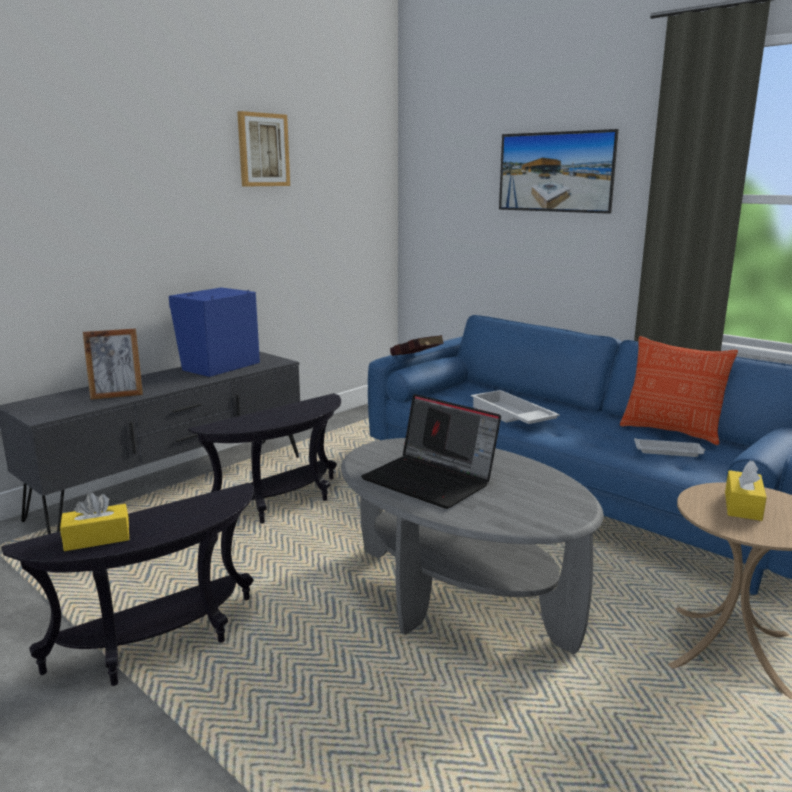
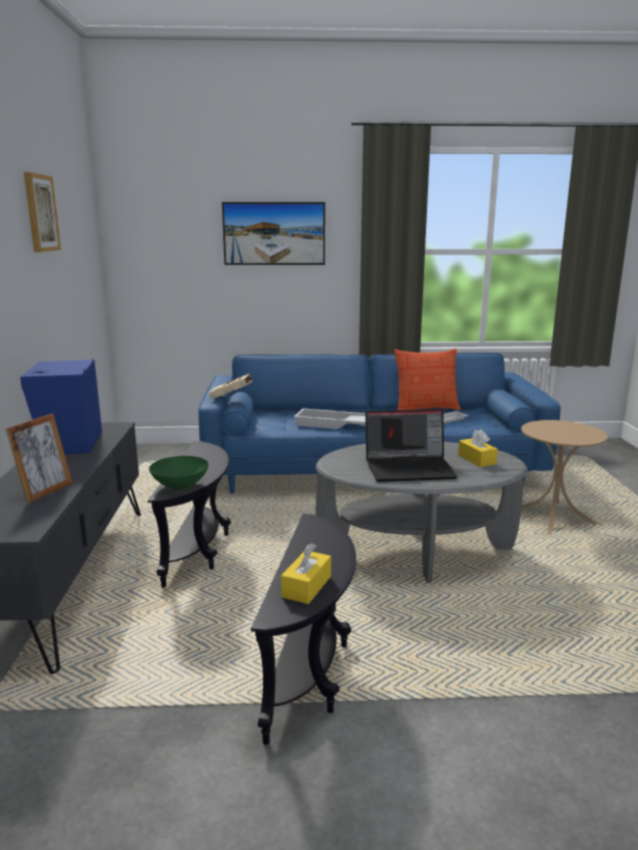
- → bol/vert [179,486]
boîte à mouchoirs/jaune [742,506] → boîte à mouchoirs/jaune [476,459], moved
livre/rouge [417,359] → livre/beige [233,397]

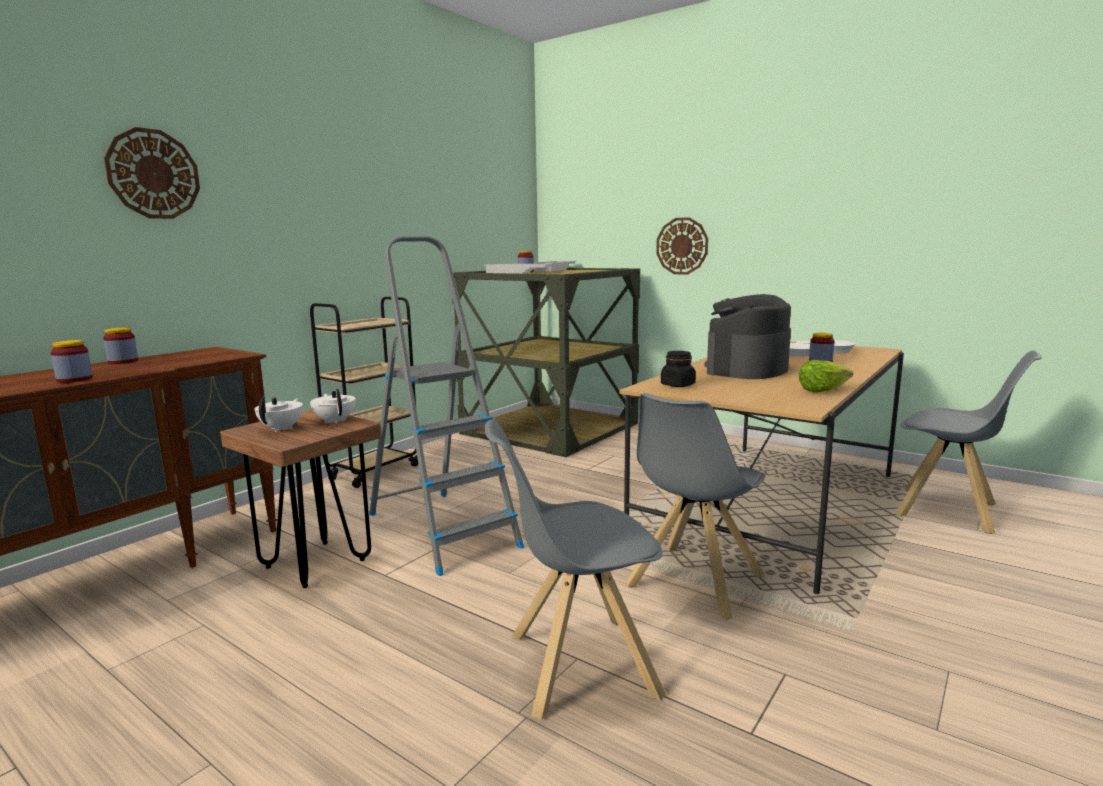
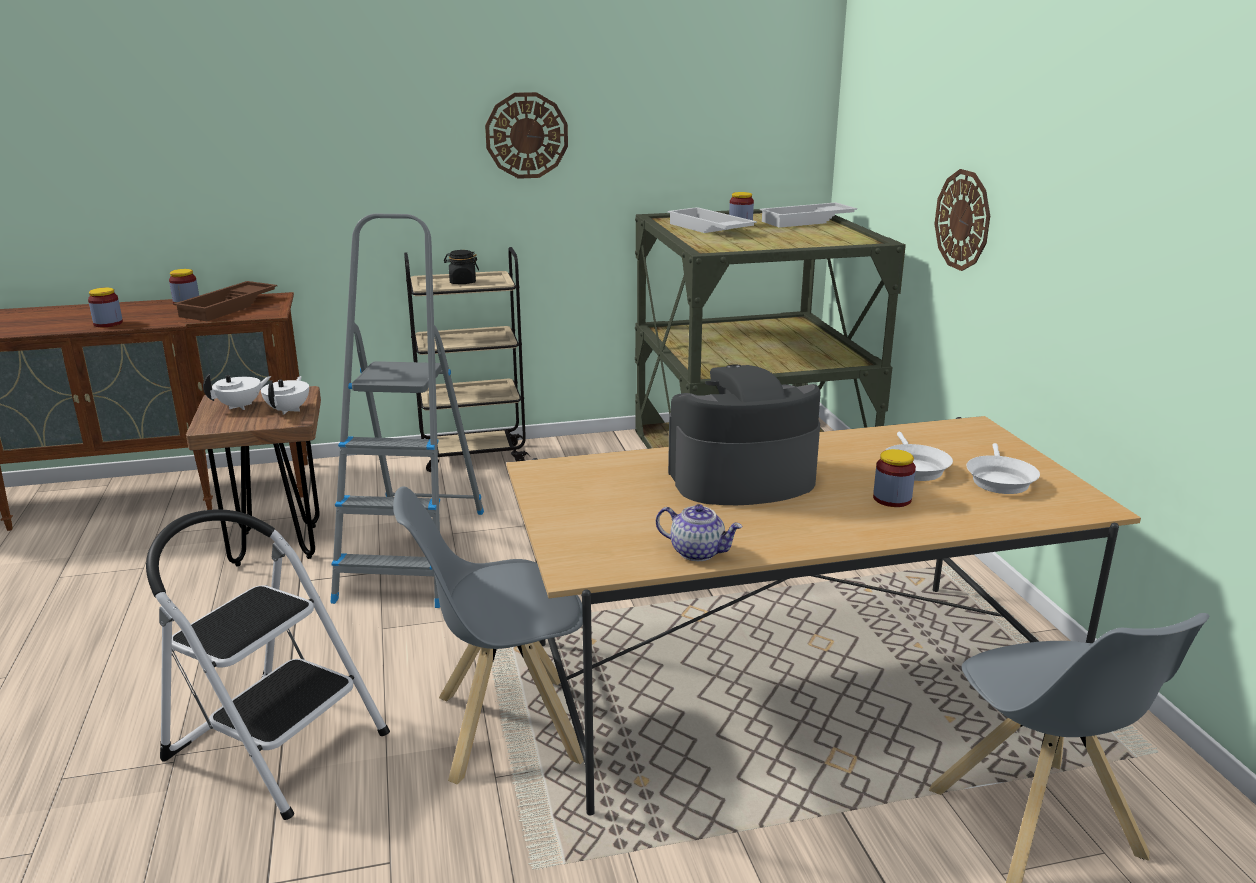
- → plateau/marron [229,307]
horloge murale [153,174] → horloge murale [526,135], moved
bocal/noir [677,385] → bocal/noir [462,282], moved
chaise/gris [577,664] → escabeau [272,744]
laitue [822,390] → théière [698,552]

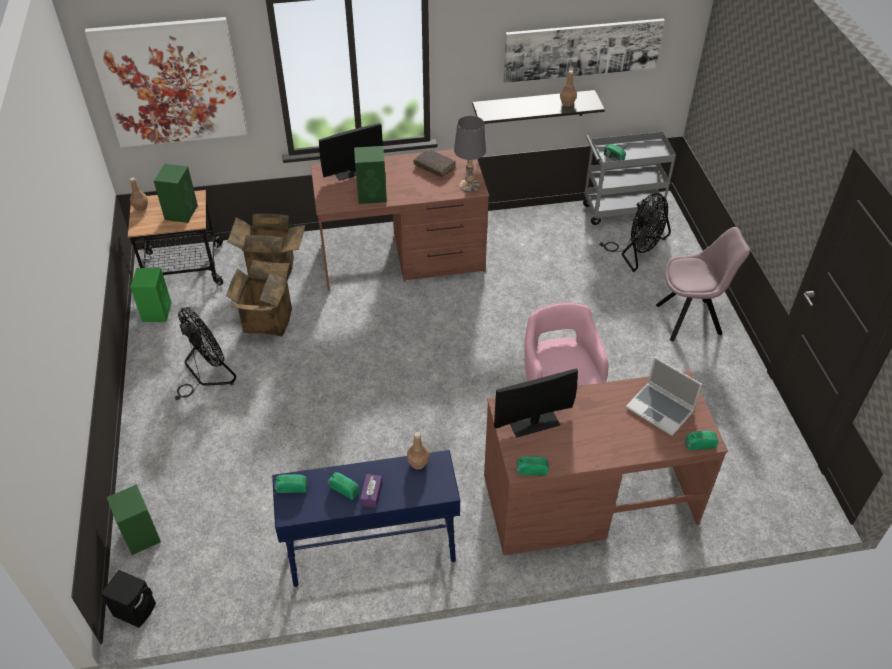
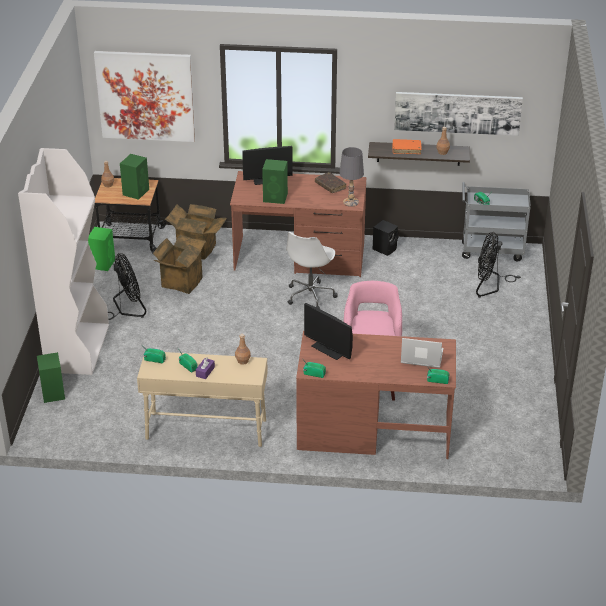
chaise/rose [689,320] → -
- → bibliothèque/blanc [77,348]
- → chaise de bureau/blanc [310,297]
- → livre/orange [406,149]
enceinte/noir [136,609] → enceinte/noir [385,248], moved
table console/bleu [372,549] → table console/beige [206,429]
écran d'ordinateur [534,423] → écran d'ordinateur [328,349], 135 degrees counterclockwise
ventilateur/noir [636,251] → ventilateur/noir [490,282], 135 degrees clockwise
ordinateur portable [660,410] → ordinateur portable [421,357], 135 degrees clockwise

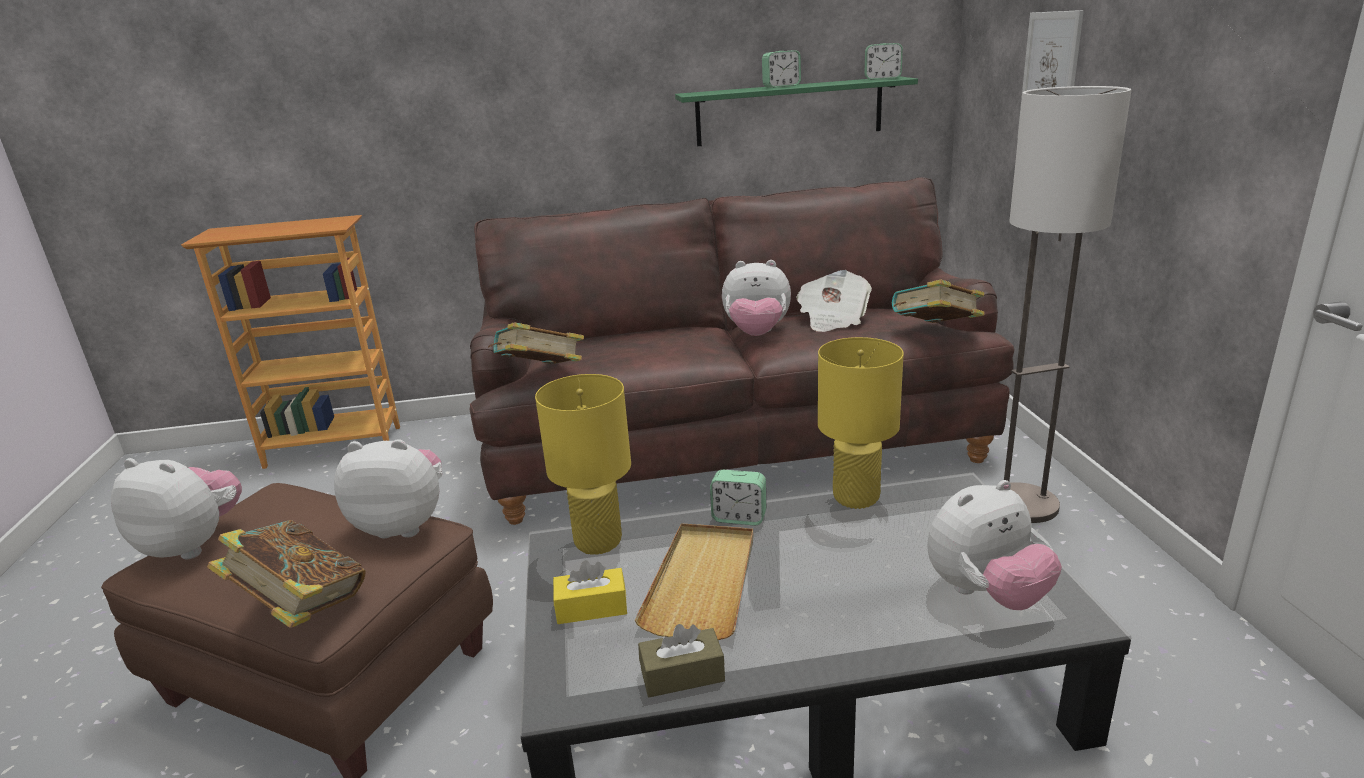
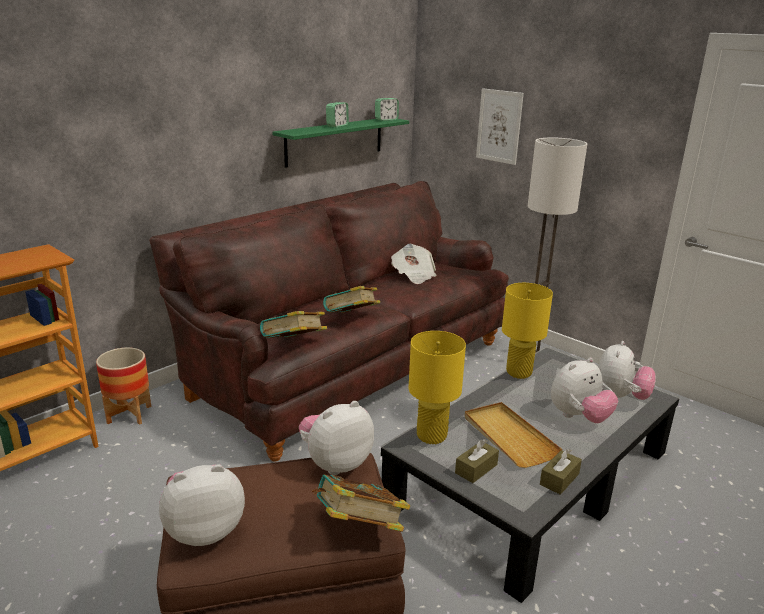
réveil [739,517] → -
- → cache-pot [129,414]
peluche [757,334] → peluche [579,417], moved
livre [935,332] → livre [351,319], moved
boîte à mouchoirs/jaune [591,607] → boîte à mouchoirs/marron [476,469]

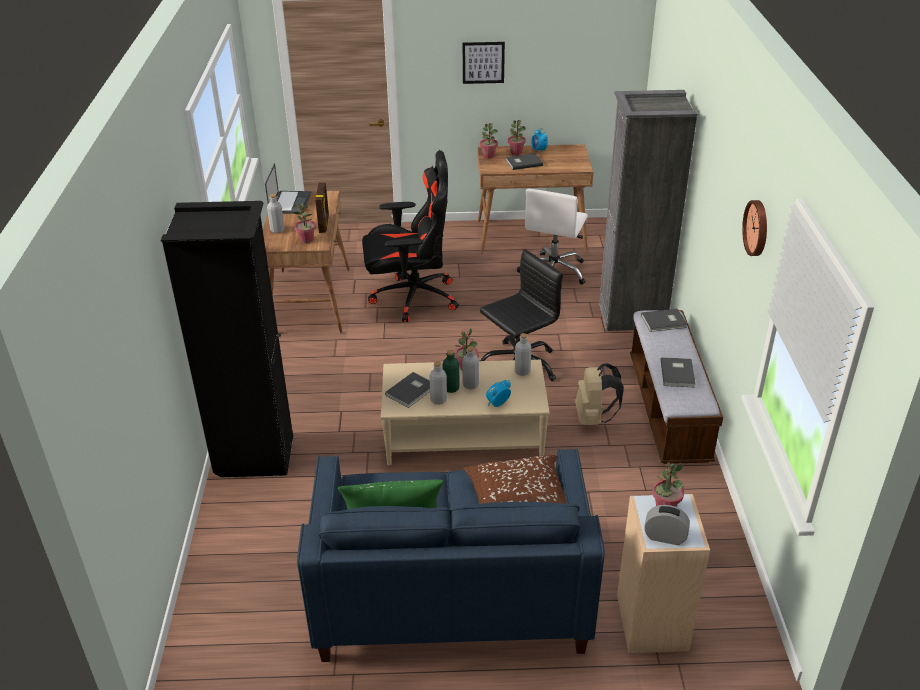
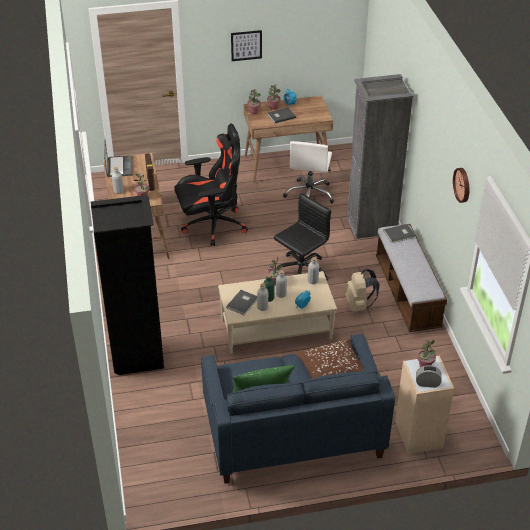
livre/gris [678,373] → -

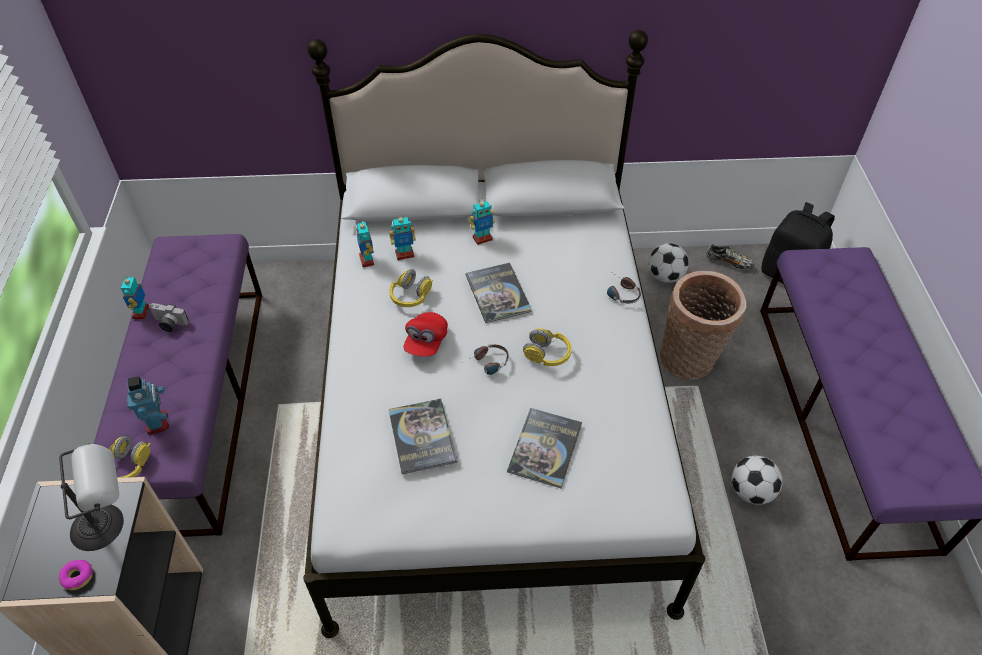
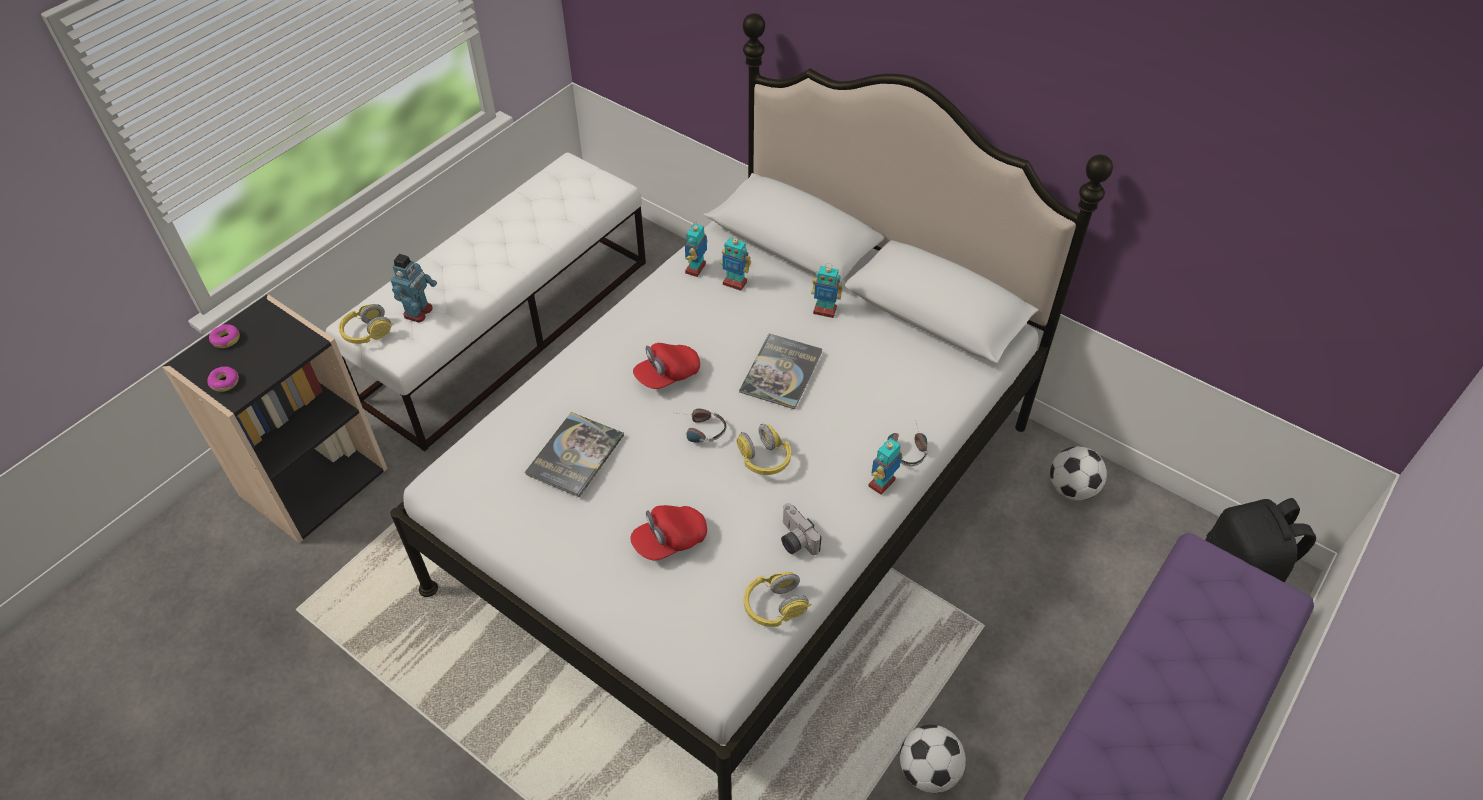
lampe de table [108,521] → -
panier [690,360] → -
chaussure [728,262] → -
- → beignet [226,339]
robot jouet [141,312] → robot jouet [882,484], moved
appareil photo [169,324] → appareil photo [794,540], moved
casque audio/jaune [411,296] → casque audio/jaune [775,607], moved
livre [545,448] → casquette/rouge [670,541]
banc/violet [199,402] → banc/blanc [509,328]

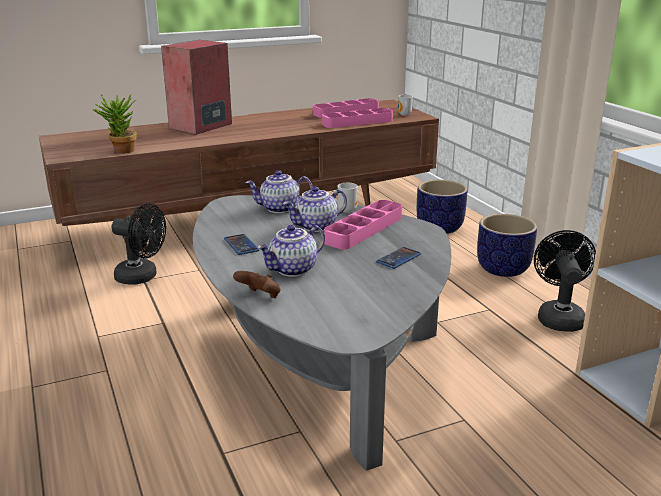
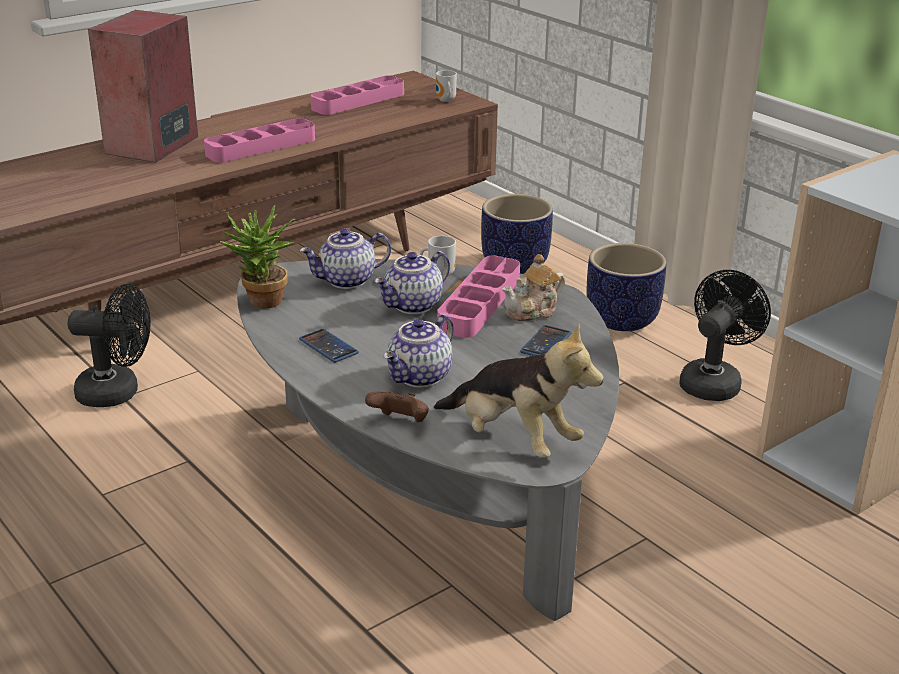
- → peluche [513,439]
- → théière [533,311]
plante en pot [121,151] → plante en pot [261,304], moved
plateau/rose [357,122] → plateau/rose [261,147], moved
ventilateur/noir [559,316] → ventilateur/noir [714,381], 45 degrees clockwise

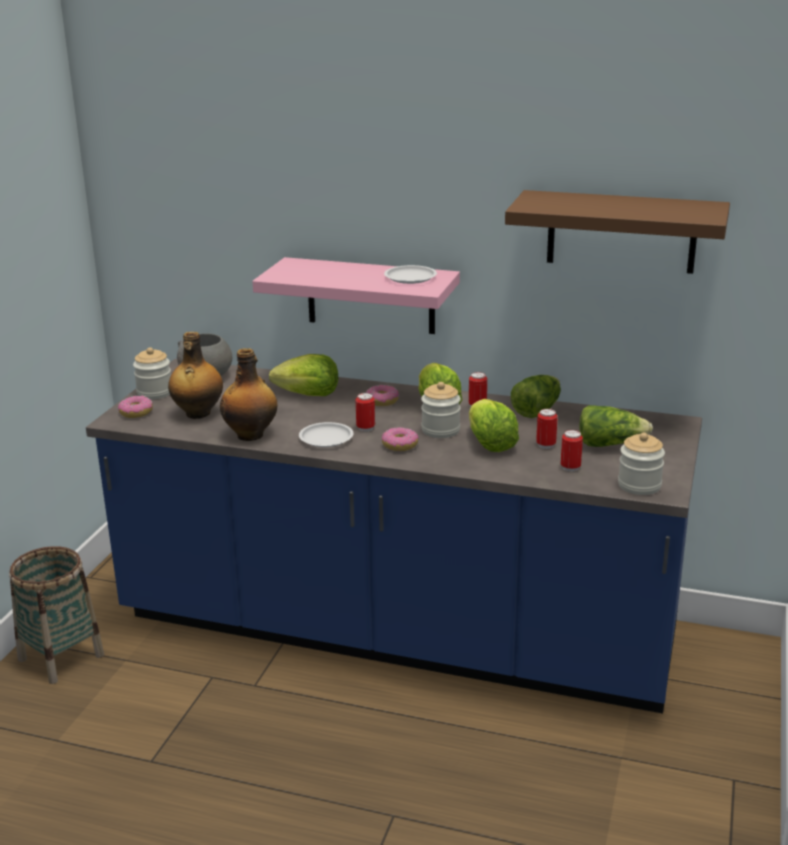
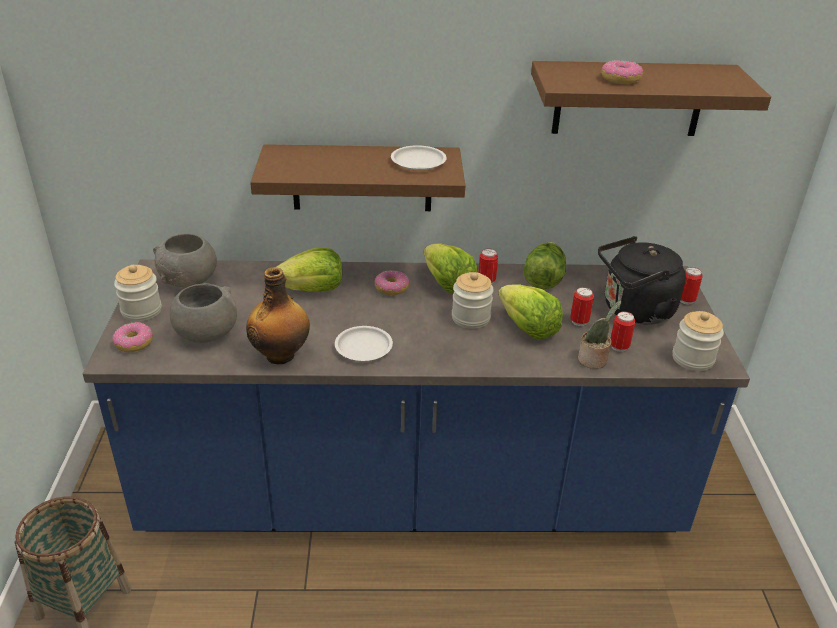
- → plante en pot [594,361]
boîte métallique [365,428] → boîte métallique [686,300], moved
beignet [400,445] → beignet [620,79], moved
bouteille [197,414] → bol/gris [206,334]
laitue [610,444] → bouilloire/noir [634,311]
étagère/rose [370,296] → étagère/marron [362,178]

